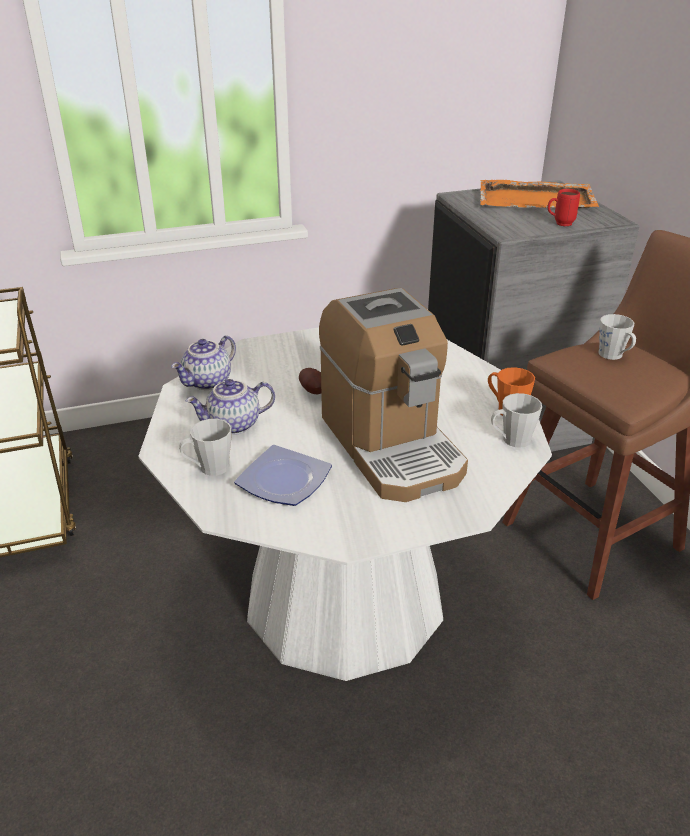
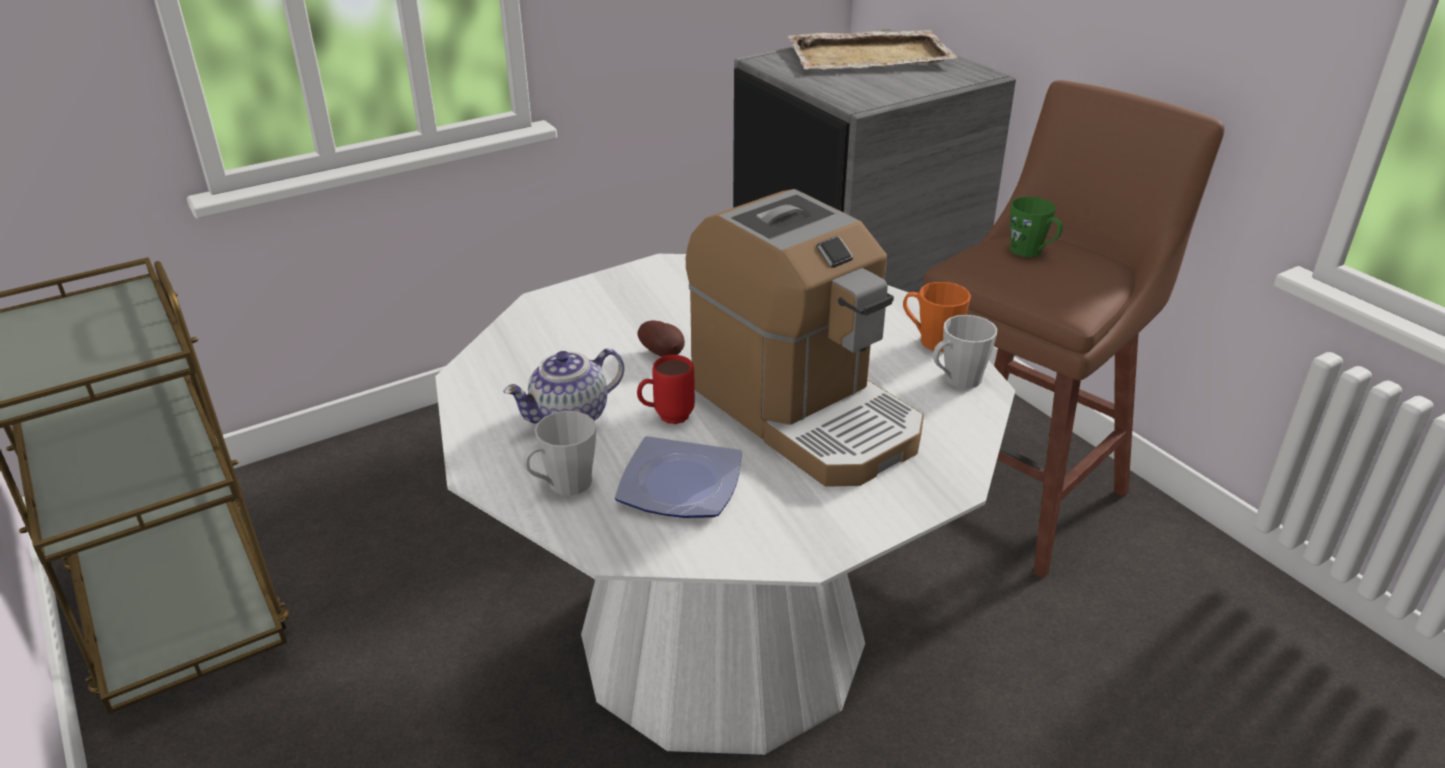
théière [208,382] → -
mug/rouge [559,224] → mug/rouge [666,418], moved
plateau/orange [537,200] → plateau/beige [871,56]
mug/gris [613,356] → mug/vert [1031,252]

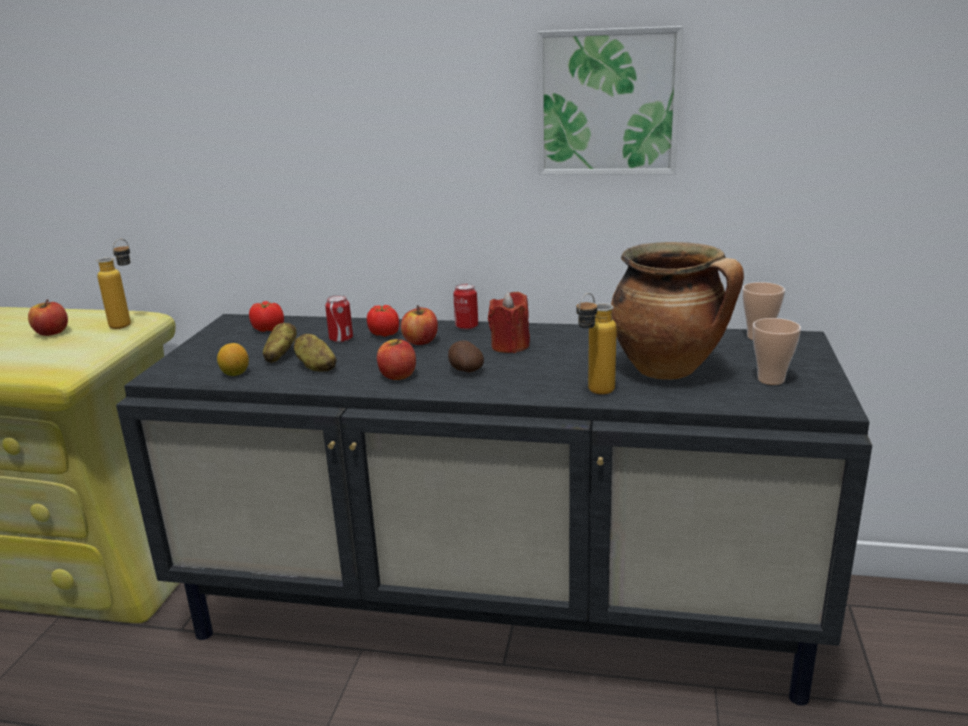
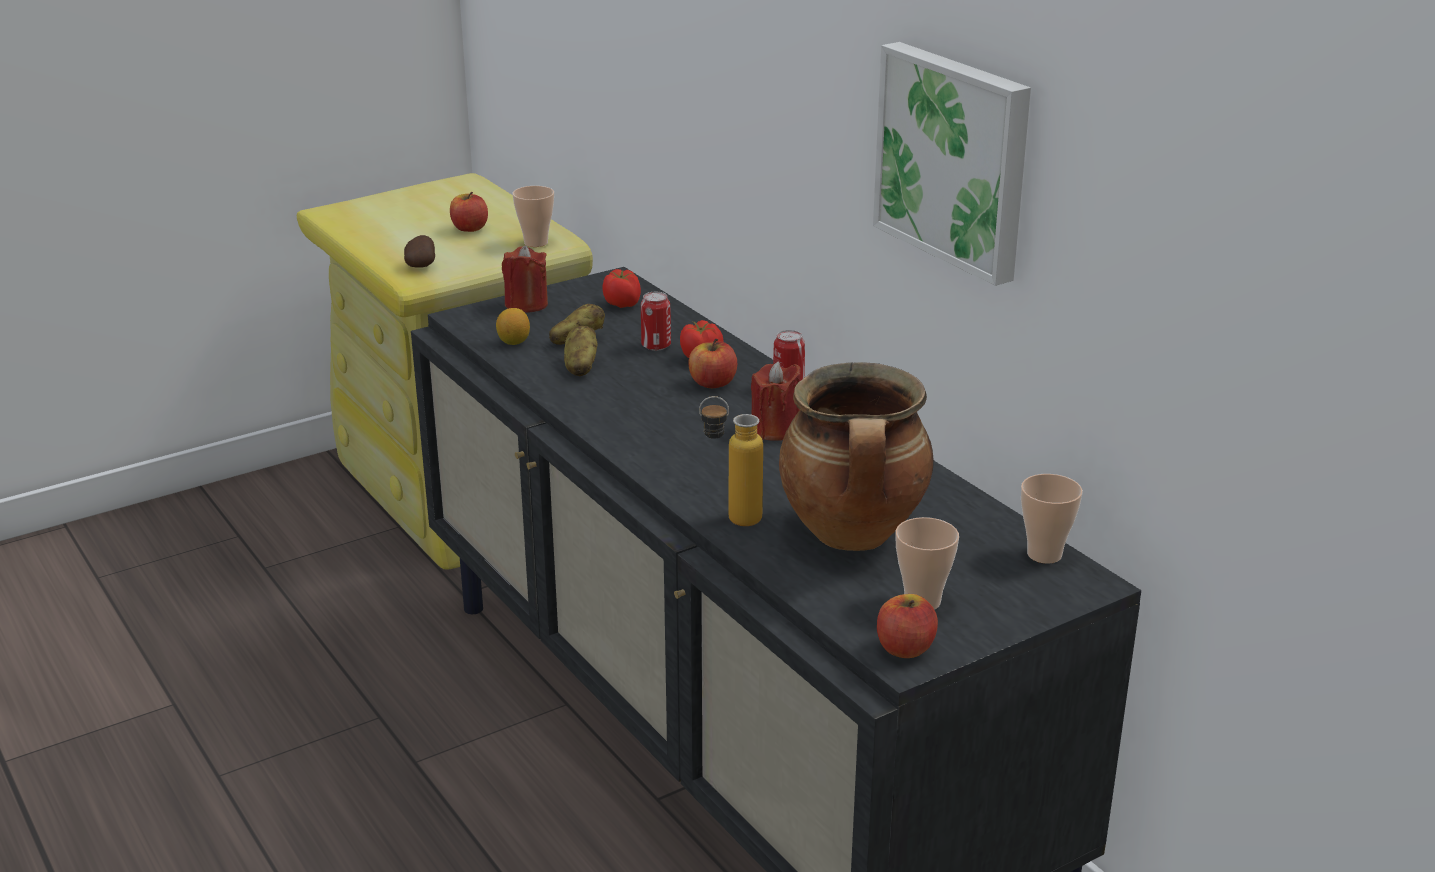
- → bougie/rouge [526,304]
pomme [398,376] → pomme [905,648], moved
pomme de terre [465,370] → pomme de terre [421,265], moved
bouteille [127,323] → tasse [536,243]

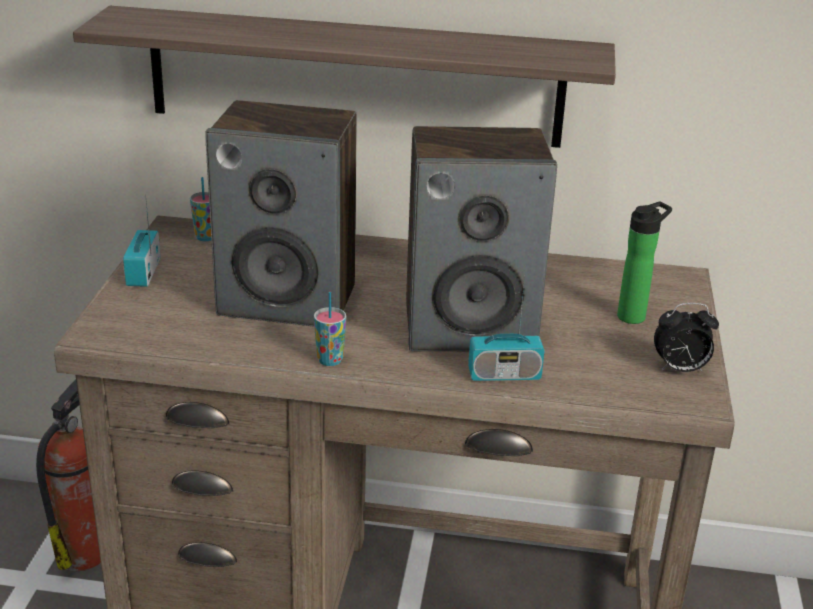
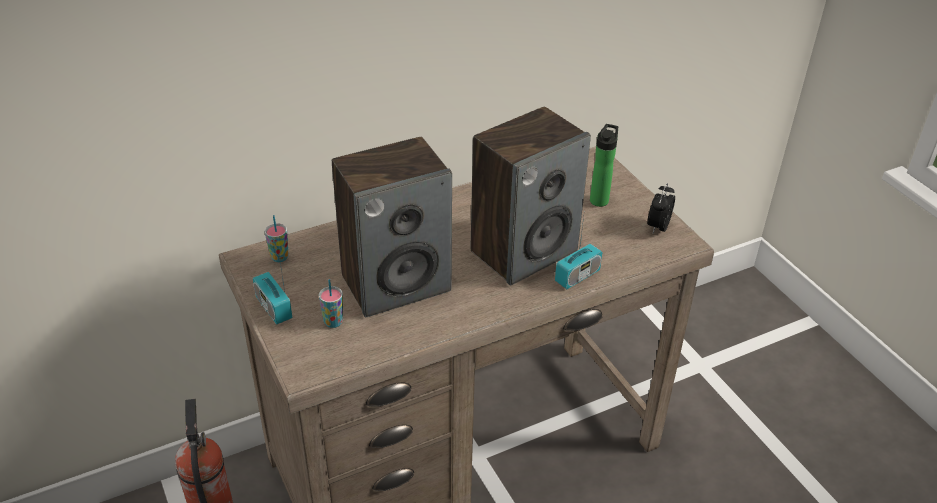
étagère [354,77] → -
tasse [330,360] → tasse [333,322], moved
réveil [679,369] → réveil [658,227], 150 degrees clockwise

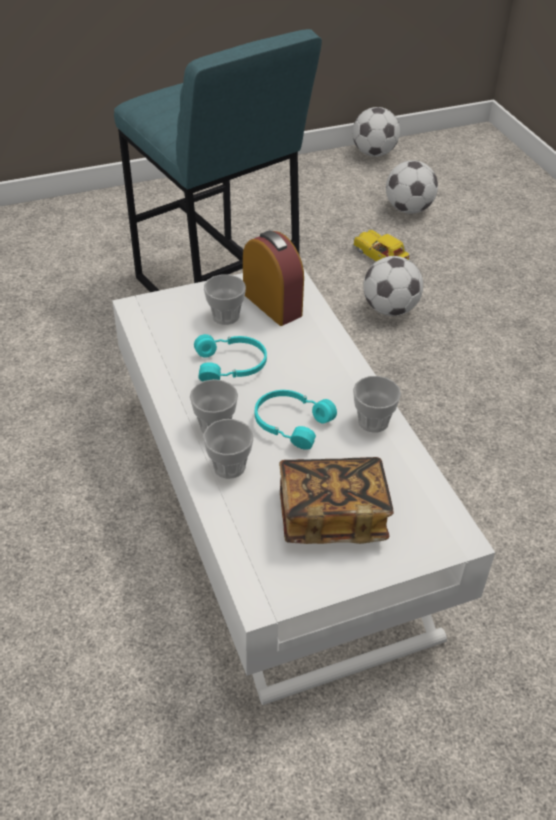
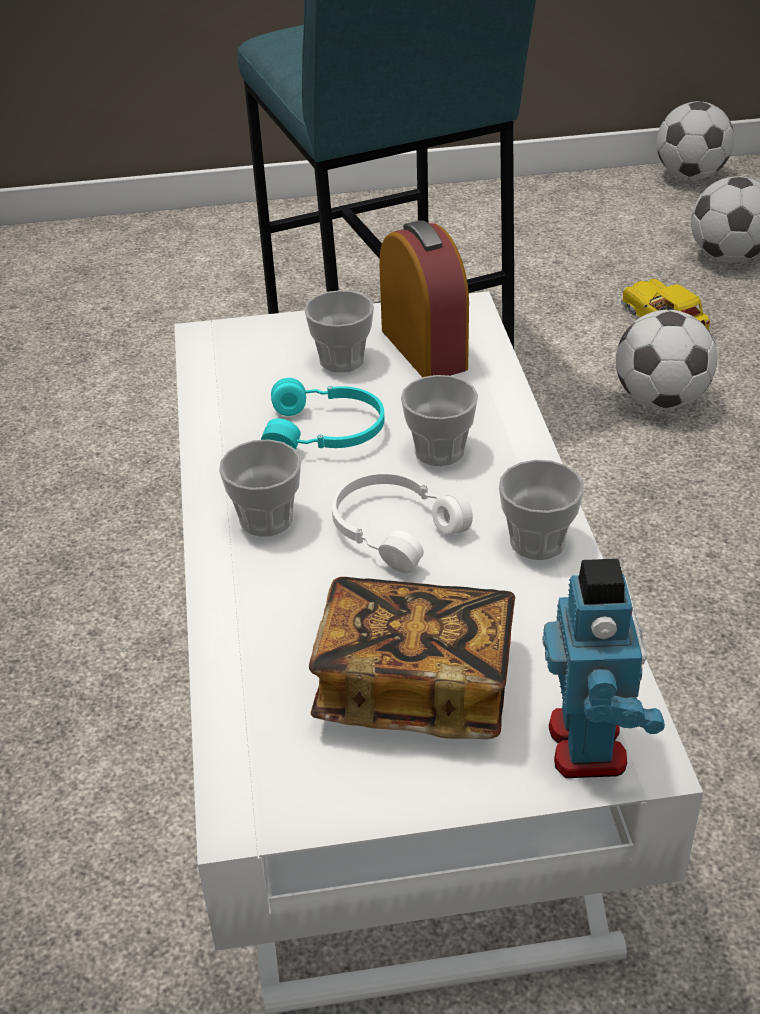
- → robot jouet [589,745]
tasse [229,466] → tasse [439,451], moved
casque audio/turquoise [291,423] → casque audio/blanc [395,529]

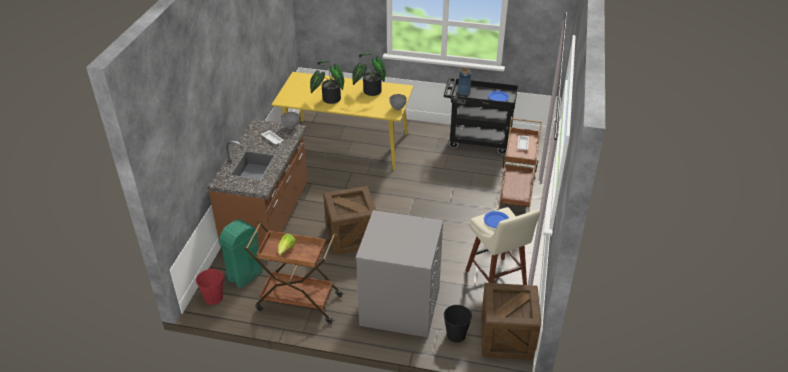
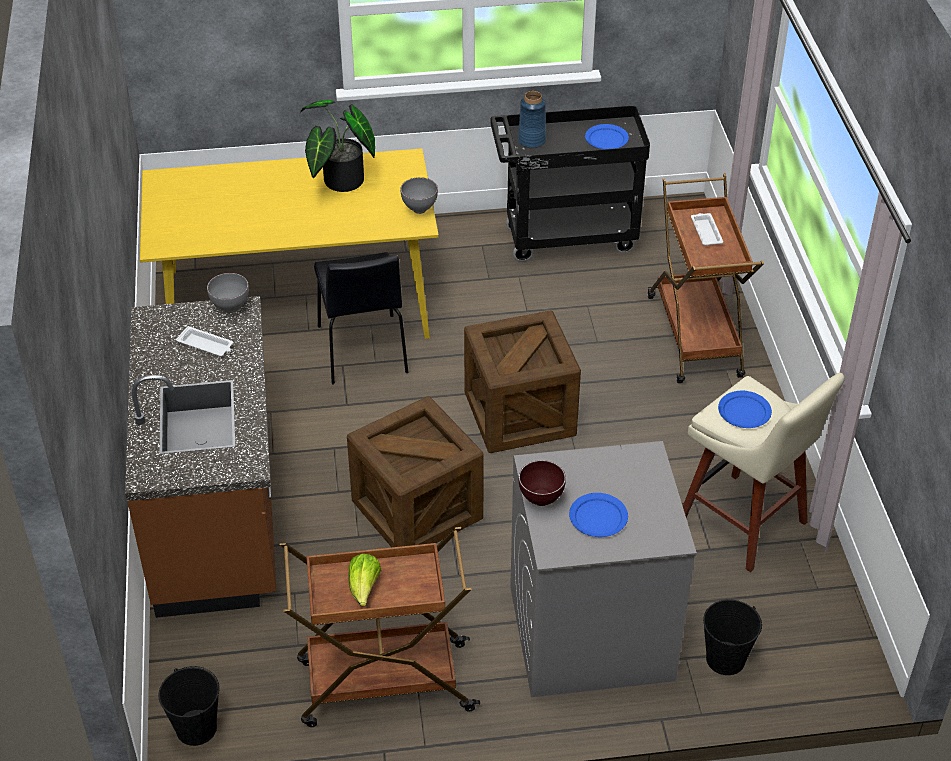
poubelle/vert [245,276] → -
plante en pot [329,99] → -
- → chaise/noir [363,352]
- → bol/marron [540,499]
- → assiette/bleu [598,517]
caisse [507,338] → caisse [519,414], moved
seau/rouge [213,298] → seau/noir [196,728]

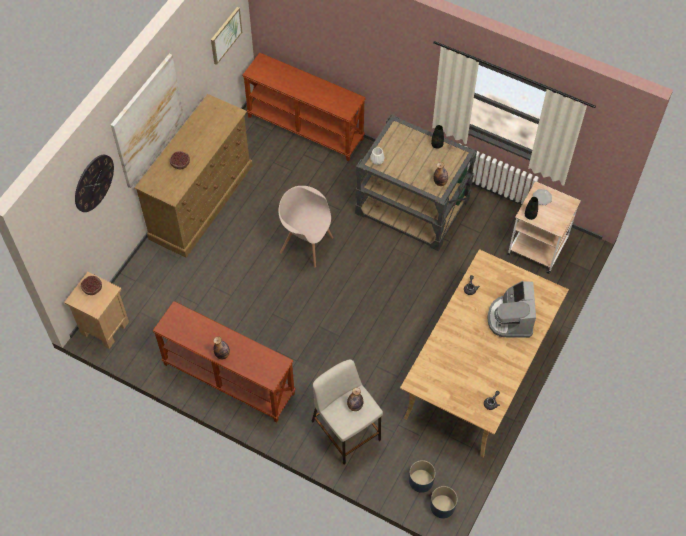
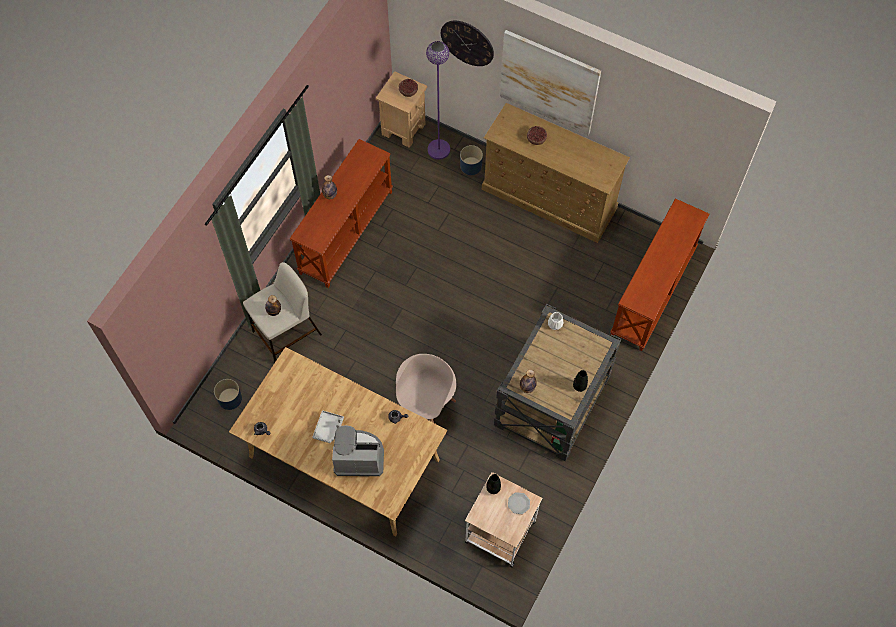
tableau [225,35] → -
- → plateau/gris [328,428]
- → lampadaire/violet [439,149]
chaise/beige [306,244] → chaise/beige [426,408], moved
cache-pot/bleu [442,506] → cache-pot/bleu [470,166], moved

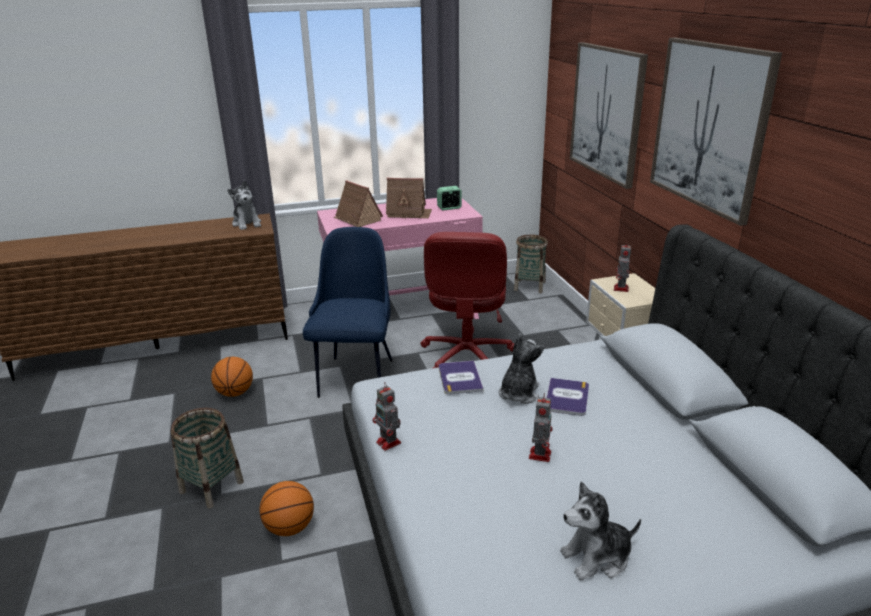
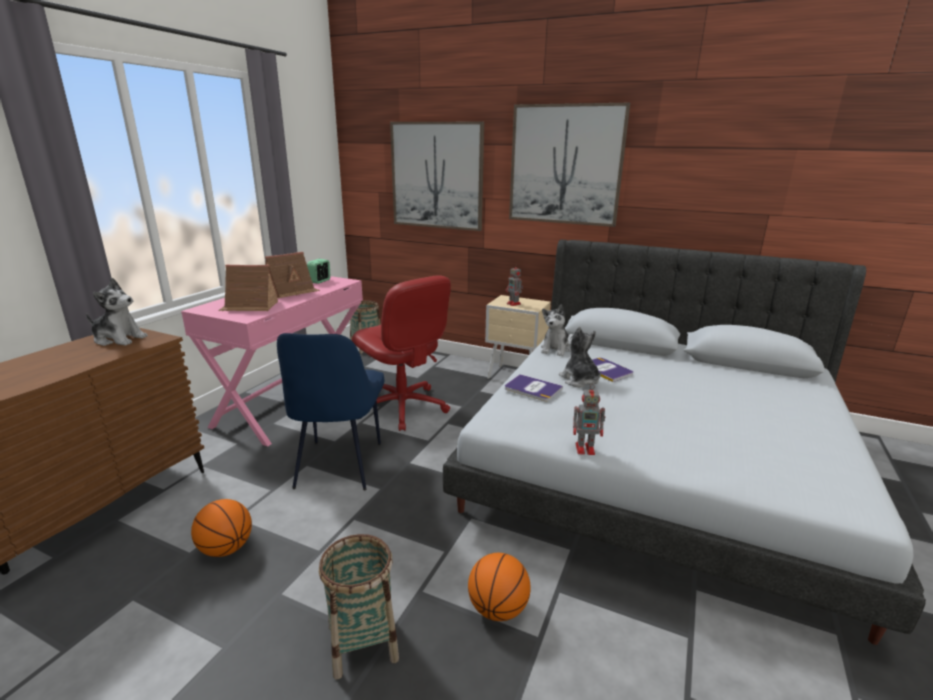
robot jouet [540,454] → -
peluche [597,557] → peluche [555,349], moved
chaise/bleu [356,377] → chaise/bleu [339,465], 135 degrees counterclockwise

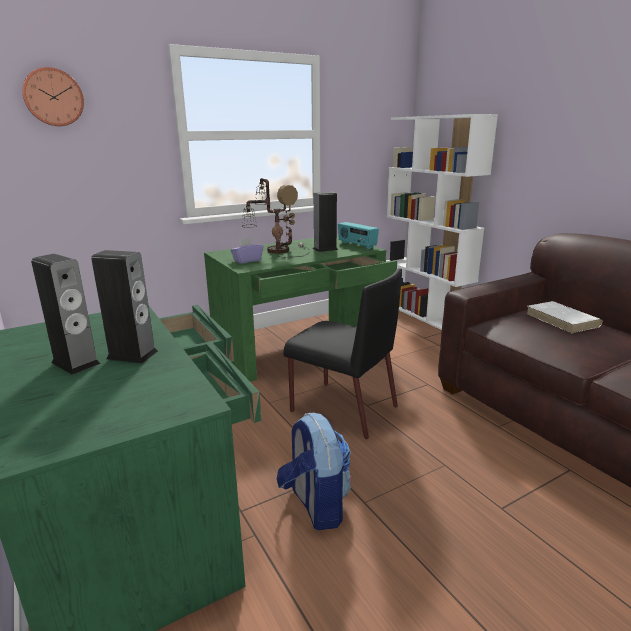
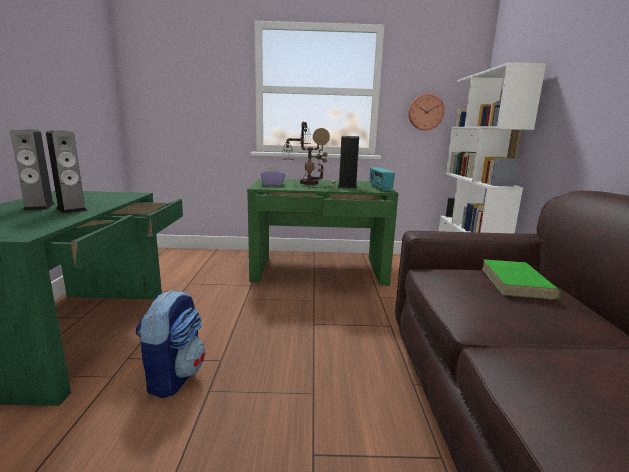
chaise/noir [342,408] → -
horloge murale [53,97] → horloge murale [425,112], moved
livre/blanc [562,320] → livre/vert [516,283]

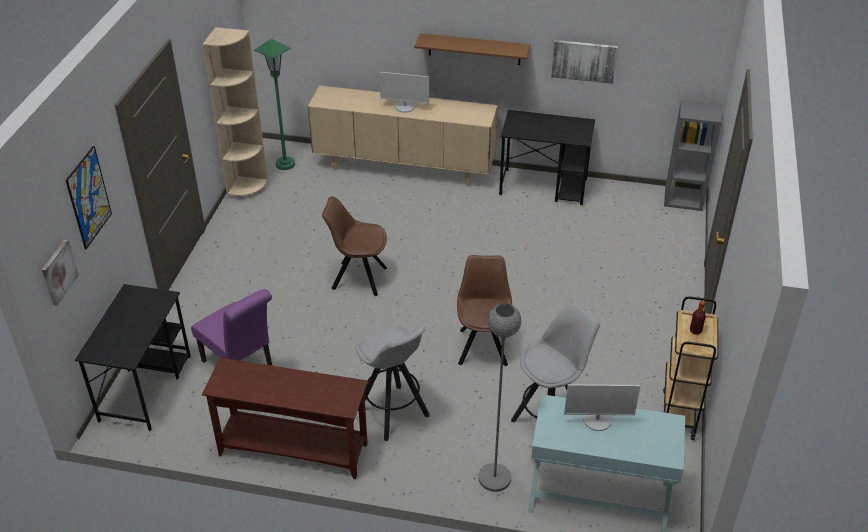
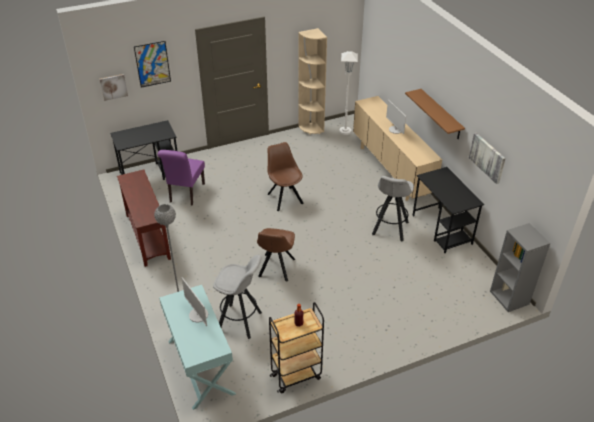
tabouret/gris [393,414] → tabouret/gris [389,229], moved
lampadaire/vert [285,164] → lampadaire/blanc [345,131]
chaise/marron [482,347] → chaise/marron [276,268], 135 degrees clockwise

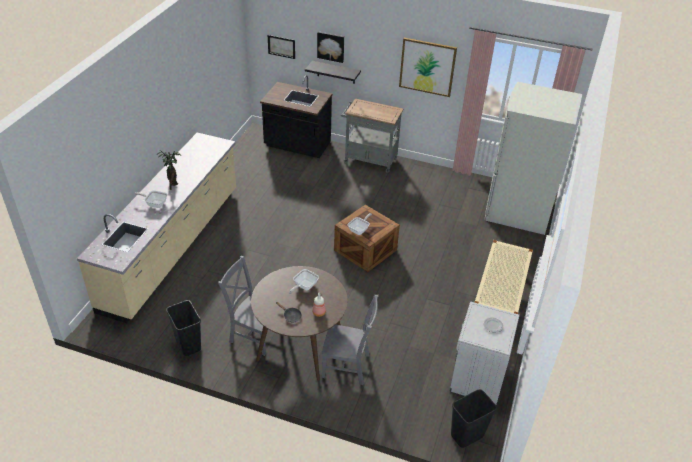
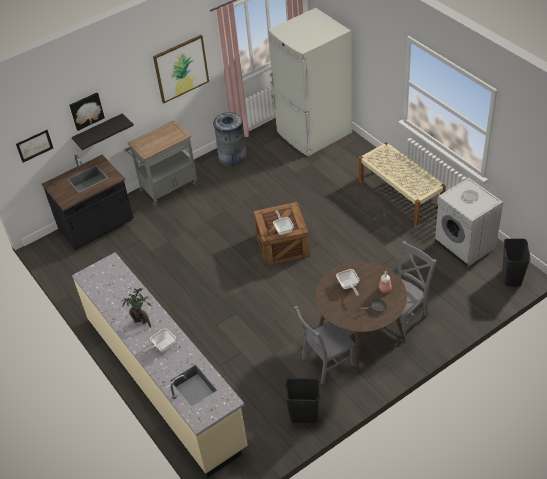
- → poubelle/gris [232,156]

